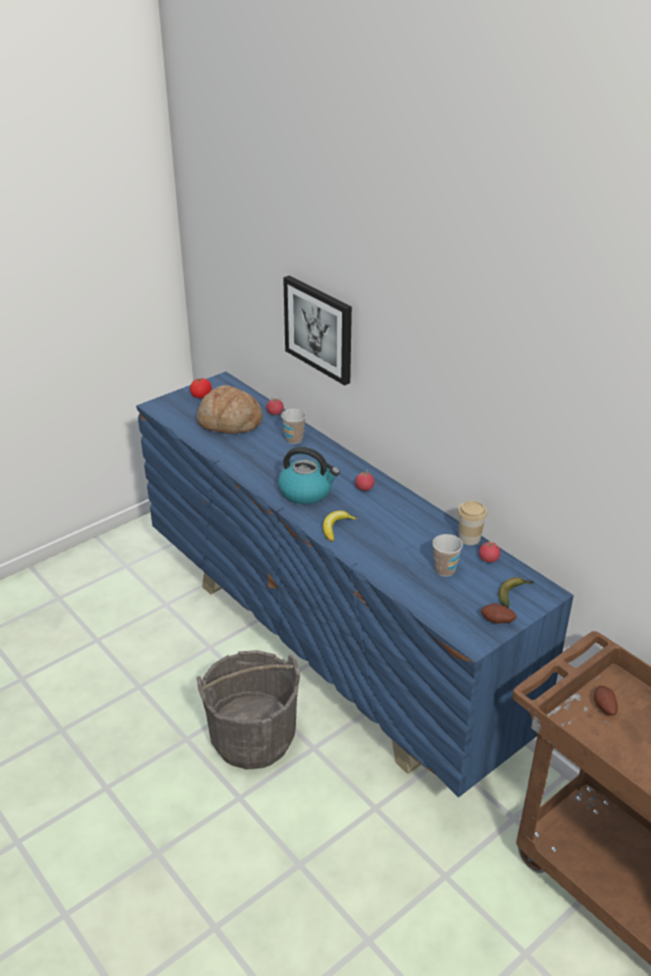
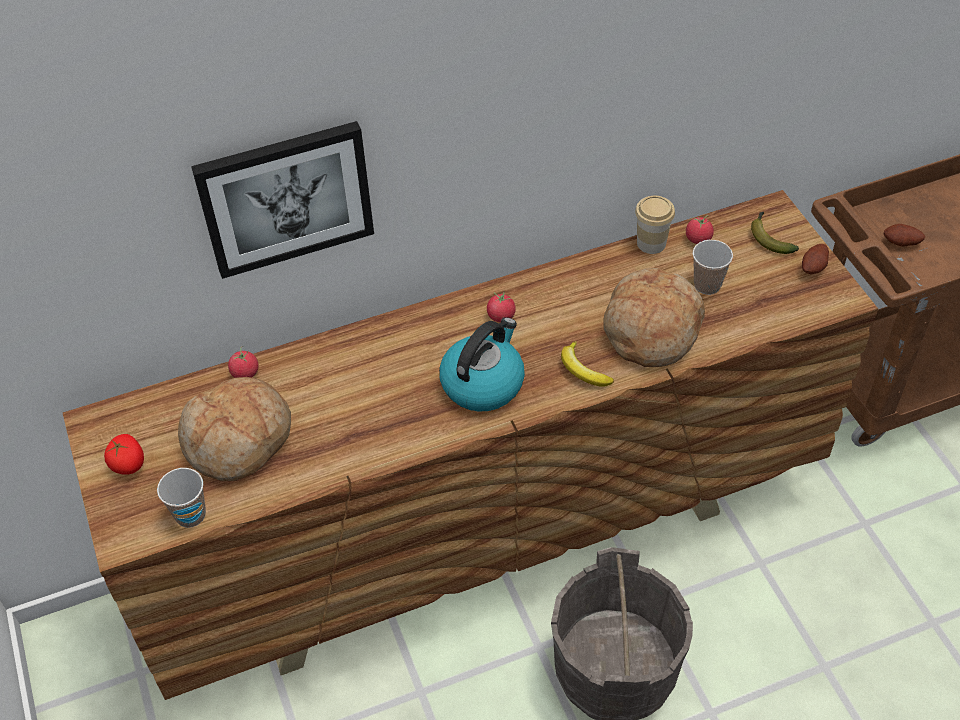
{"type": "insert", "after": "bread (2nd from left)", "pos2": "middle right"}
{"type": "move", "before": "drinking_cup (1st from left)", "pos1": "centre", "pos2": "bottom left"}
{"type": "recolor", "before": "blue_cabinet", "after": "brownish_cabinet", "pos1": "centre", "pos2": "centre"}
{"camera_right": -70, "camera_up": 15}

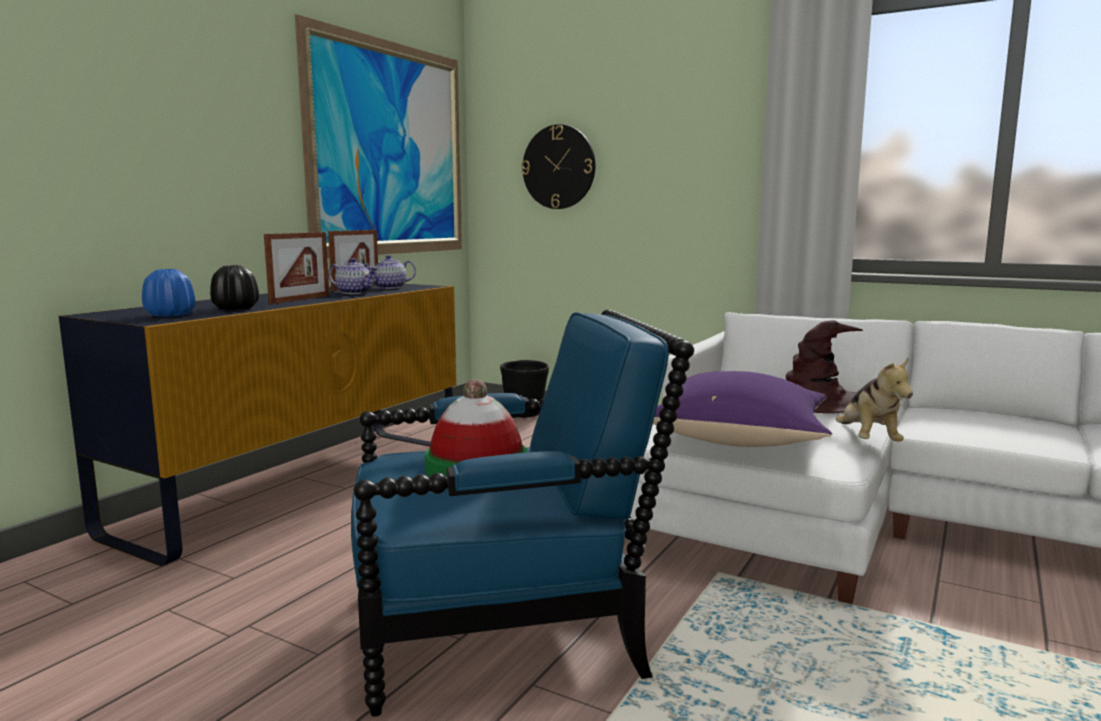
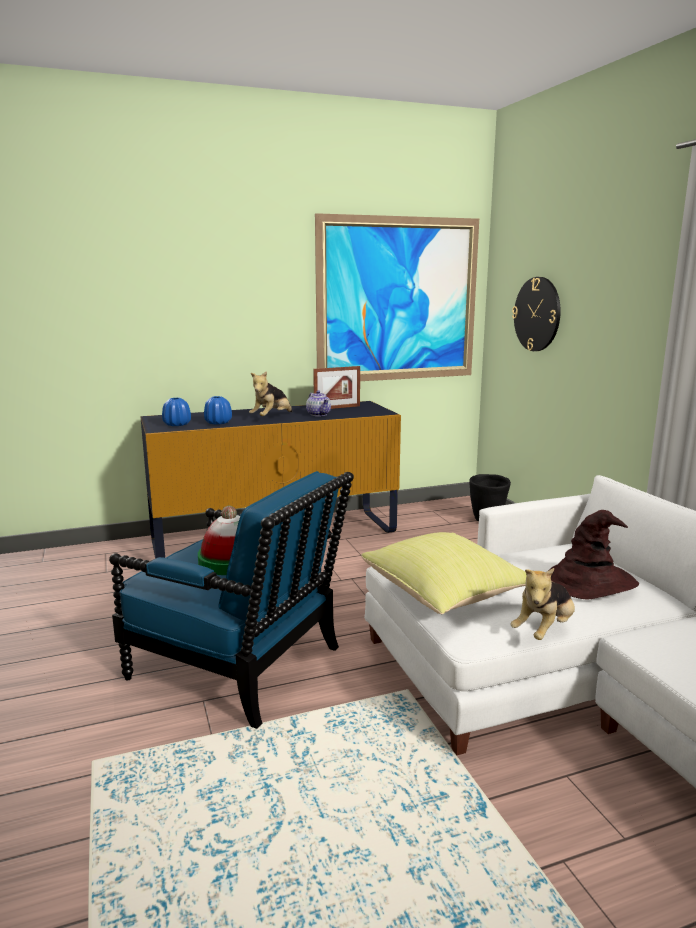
{"type": "delete", "before": "pot_for_tea (2nd from left)", "pos1": "centre"}
{"type": "replace", "before": "photo_frame (1st from left)", "after": "soft_toy (1st from left)", "pos1": "middle left", "pos2": "centre"}
{"type": "recolor", "before": "blackish_vase", "after": "blue_vase (2nd from left)", "pos1": "middle left", "pos2": "middle left"}
{"type": "recolor", "before": "purplish_cushion", "after": "yellowish_cushion", "pos1": "middle right", "pos2": "centre"}
{"camera_right": 40, "camera_up": 5}

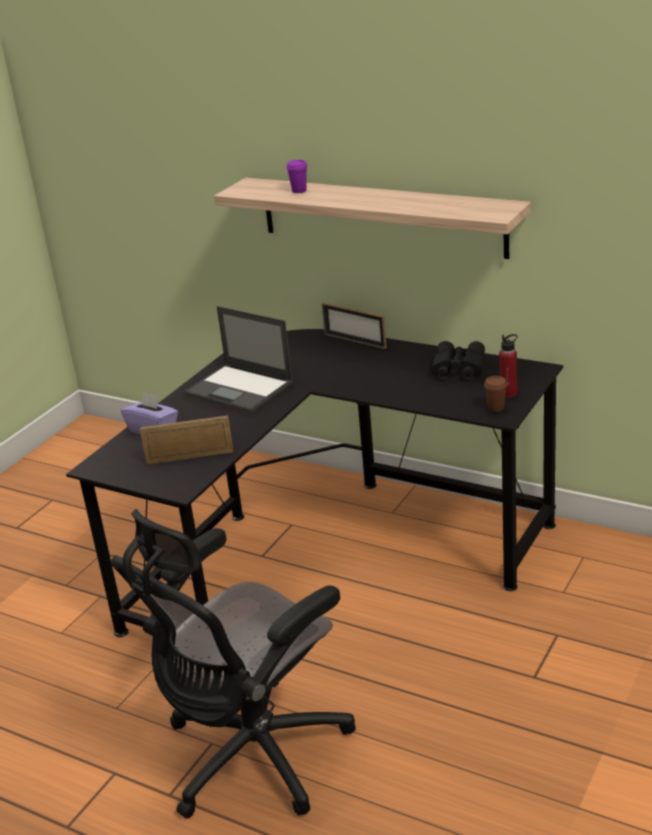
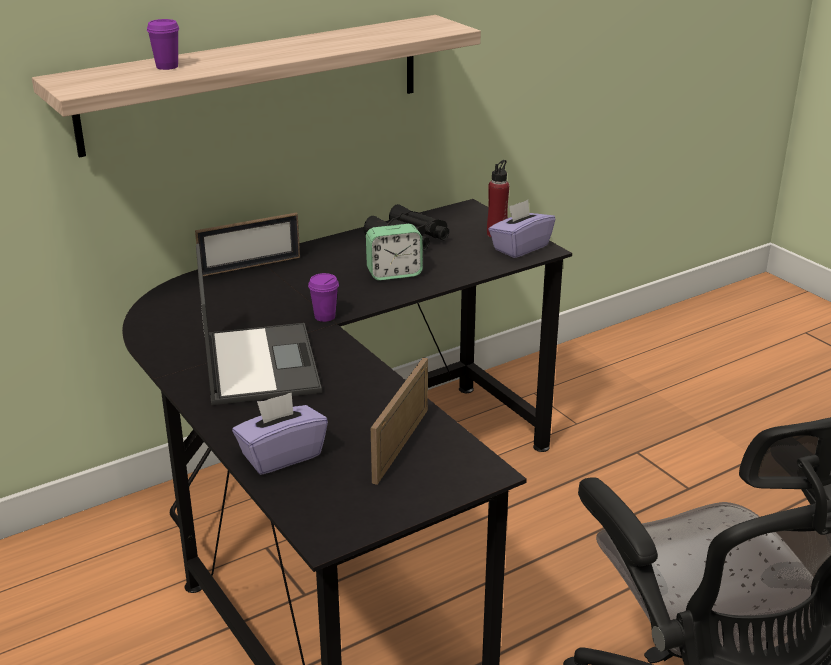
{"type": "insert", "after": "purplish_drinking_cup (2nd from left)", "pos2": "centre"}
{"type": "insert", "after": "alarm_clock", "pos2": "centre"}
{"type": "replace", "before": "brownish_drinking_cup", "after": "purplish_box_of_tissues (2nd from left)", "pos1": "middle right", "pos2": "centre"}
{"type": "rotate", "before": "laptop", "pos1": "centre", "pos2": "middle left", "turn": -75}
{"camera_right": -65, "camera_up": 0}

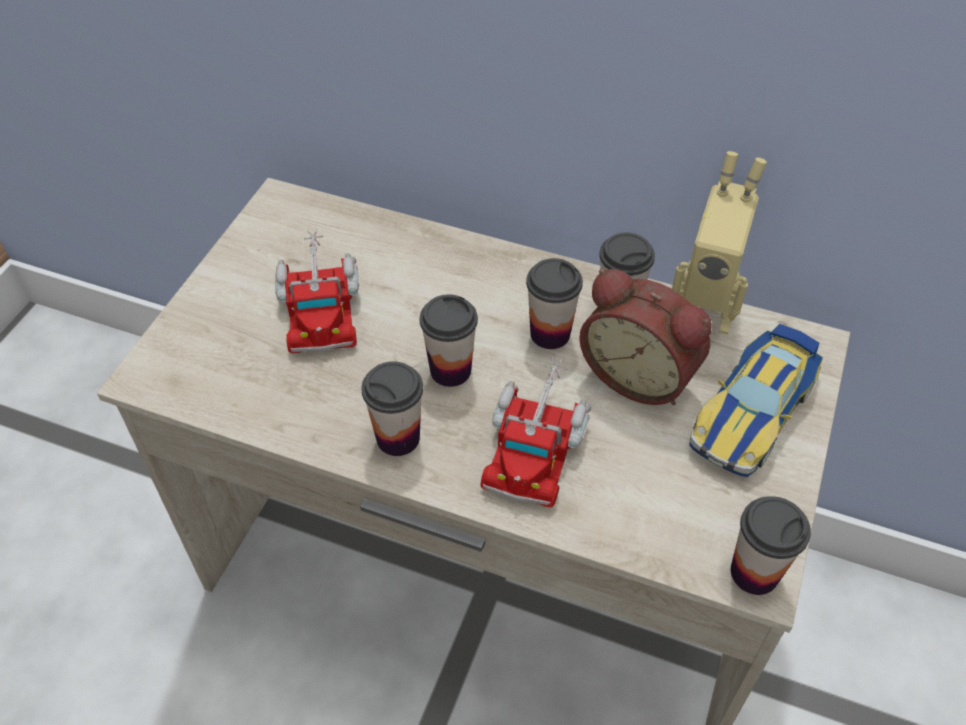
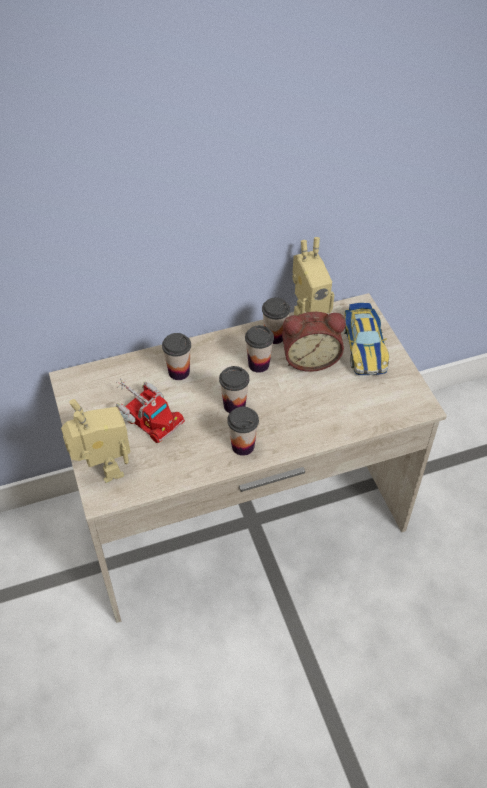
{"type": "delete", "before": "toy_truck (2nd from left)", "pos1": "centre"}
{"type": "insert", "after": "toy_robot (1st from left)", "pos2": "middle left"}
{"type": "move", "before": "drinking_cup (5th from left in the first image)", "after": "drinking_cup (1st from left)", "pos1": "bottom right", "pos2": "centre"}
{"camera_right": -40, "camera_up": 0}

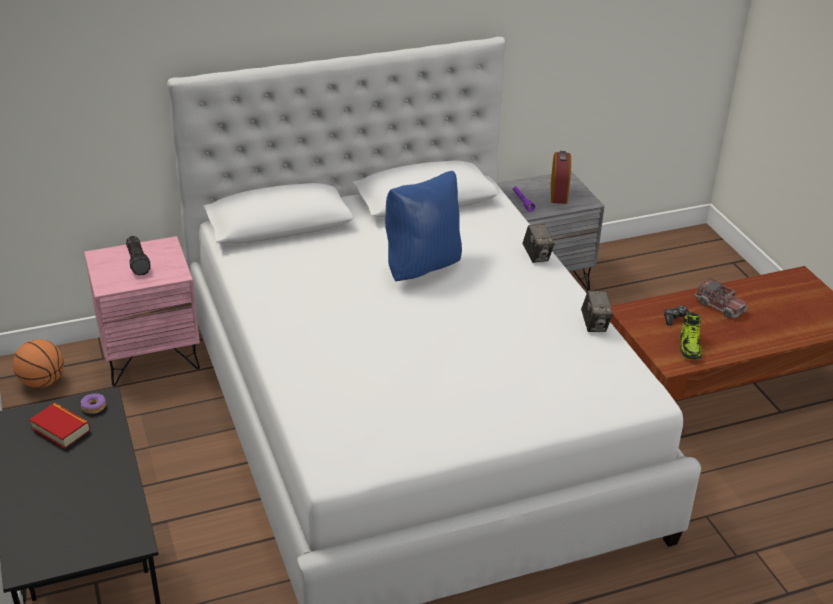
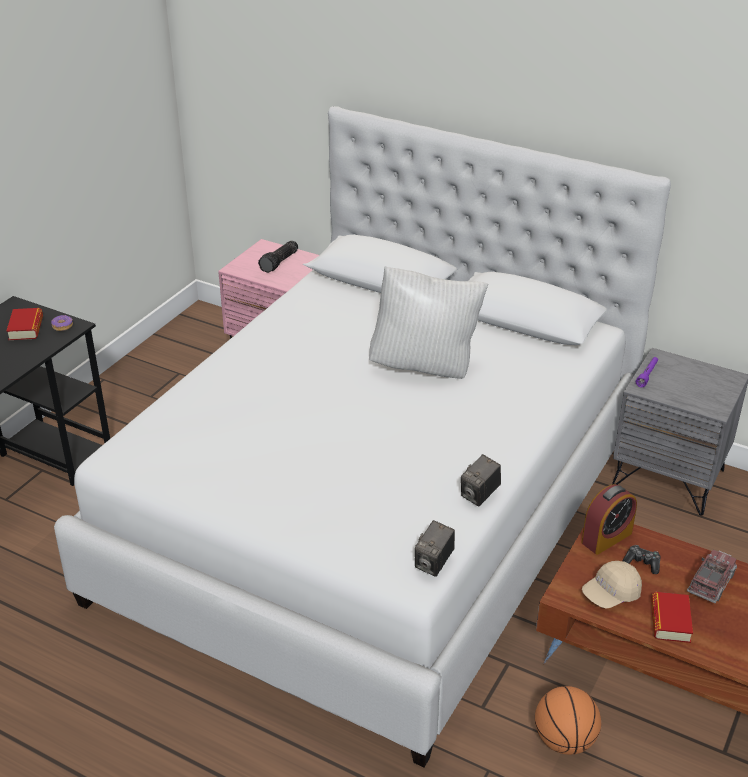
{"type": "insert", "after": "volume (2nd from left)", "pos2": "bottom right"}
{"type": "move", "before": "basketball", "pos1": "middle left", "pos2": "bottom right"}
{"type": "move", "before": "photo_camera (1st from left)", "pos1": "centre", "pos2": "bottom centre"}
{"type": "move", "before": "alarm_clock", "pos1": "top right", "pos2": "bottom right"}
{"type": "replace", "before": "shoe", "after": "sand-coloured_cap", "pos1": "middle right", "pos2": "bottom right"}
{"type": "recolor", "before": "blue_cushion", "after": "white-coloured_cushion", "pos1": "centre", "pos2": "centre"}
{"type": "rotate", "before": "toy_truck", "pos1": "middle right", "pos2": "bottom right", "turn": -150}
{"camera_right": 50, "camera_up": 0}

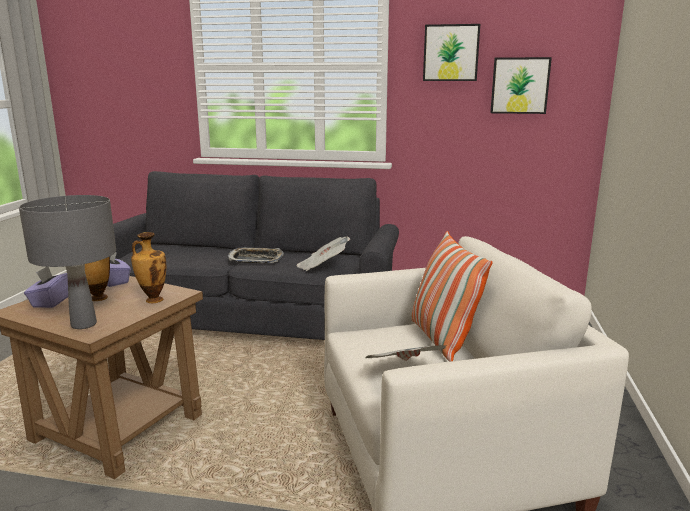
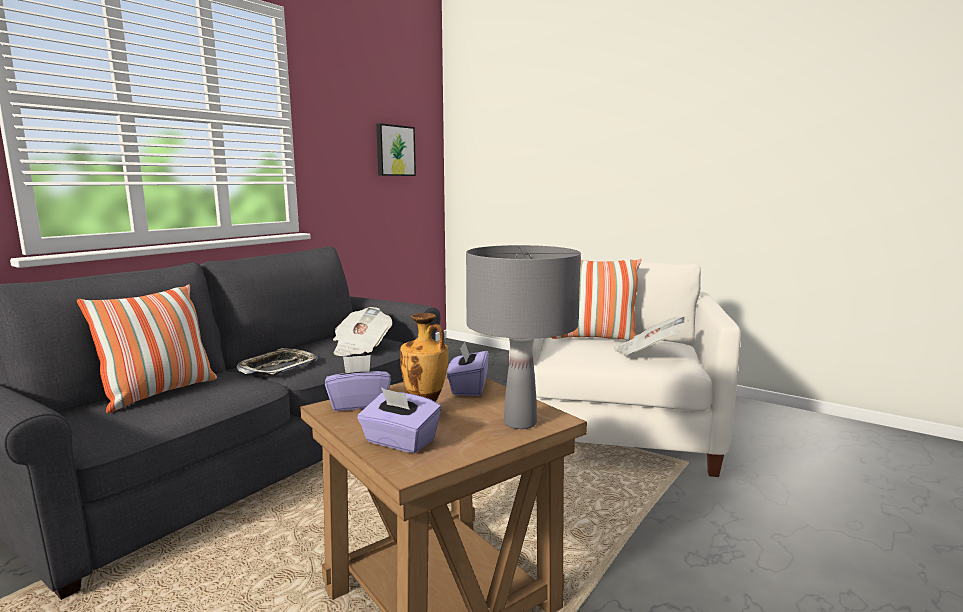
{"type": "delete", "before": "picture (1st from left)", "pos1": "top centre"}
{"type": "insert", "after": "cushion (1st from left)", "pos2": "middle left"}
{"type": "replace", "before": "vase (2nd from left)", "after": "purplish_box_of_tissues (3rd from left)", "pos1": "middle left", "pos2": "centre"}
{"camera_right": -65, "camera_up": -5}

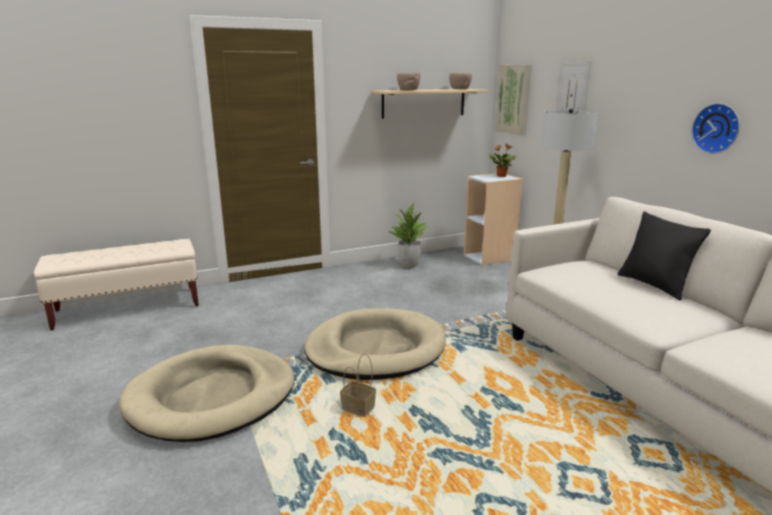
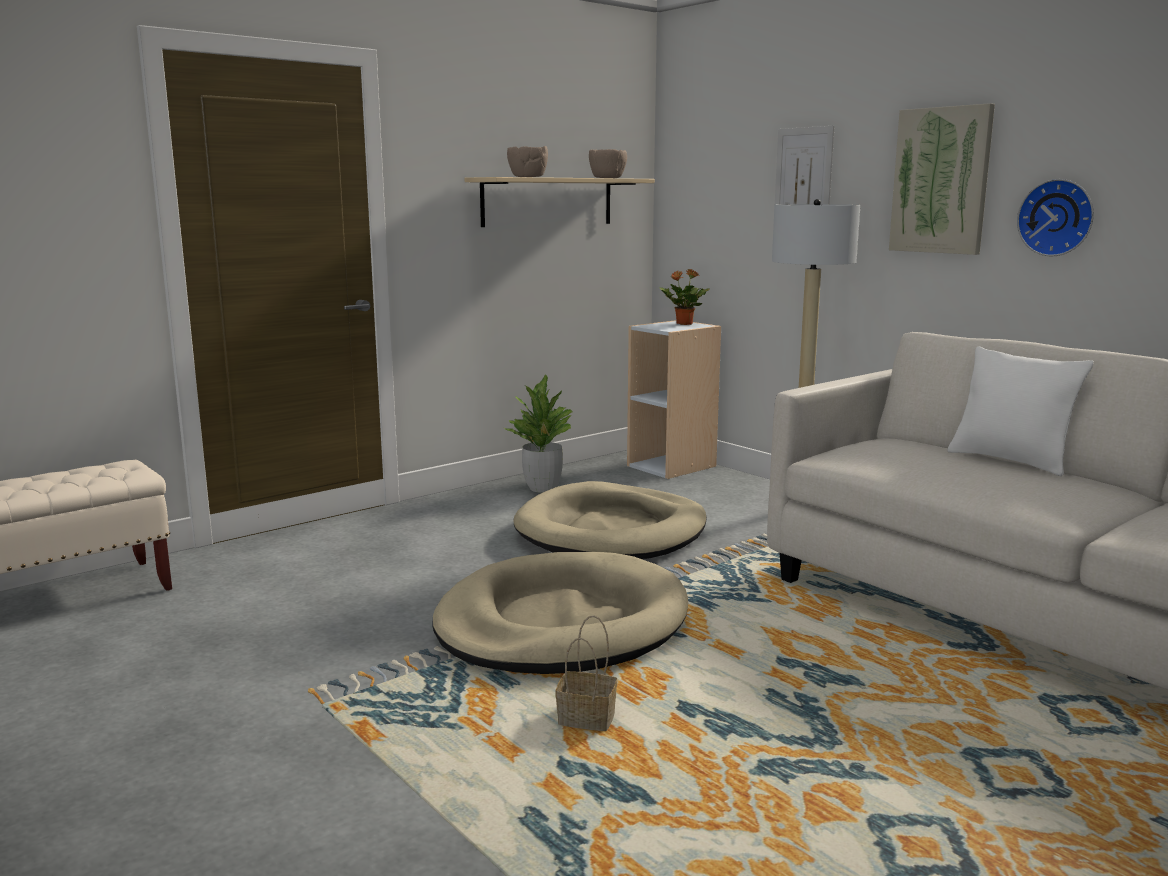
{"type": "move", "before": "sand-coloured_dog_cushion (1st from left in the first image)", "after": "sand-coloured_dog_cushion (2nd from left)", "pos1": "bottom left", "pos2": "centre"}
{"type": "move", "before": "picture (1st from left in the first image)", "after": "picture (2nd from left)", "pos1": "top centre", "pos2": "top right"}
{"type": "recolor", "before": "blackish_cushion", "after": "white-coloured_cushion", "pos1": "middle right", "pos2": "middle right"}
{"camera_right": -15, "camera_up": -5}

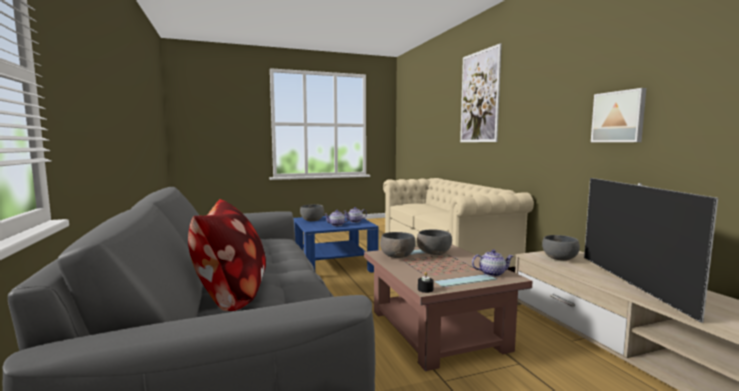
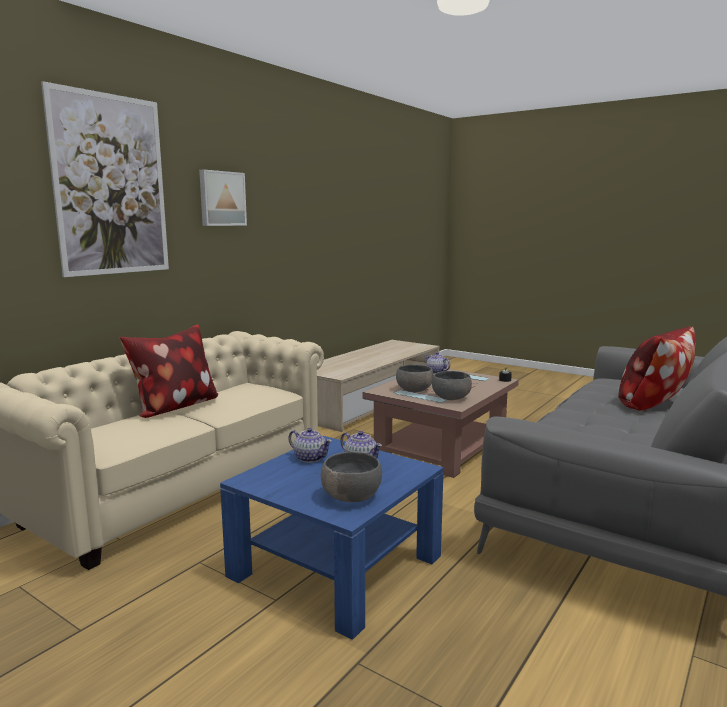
{"type": "delete", "before": "gray_deep_dish (4th from left)", "pos1": "middle right"}
{"type": "delete", "before": "television", "pos1": "middle right"}
{"type": "insert", "after": "cushion (1st from left)", "pos2": "middle left"}
{"type": "move", "before": "picture (2nd from left)", "pos1": "top right", "pos2": "top left"}
{"camera_right": -125, "camera_up": 5}

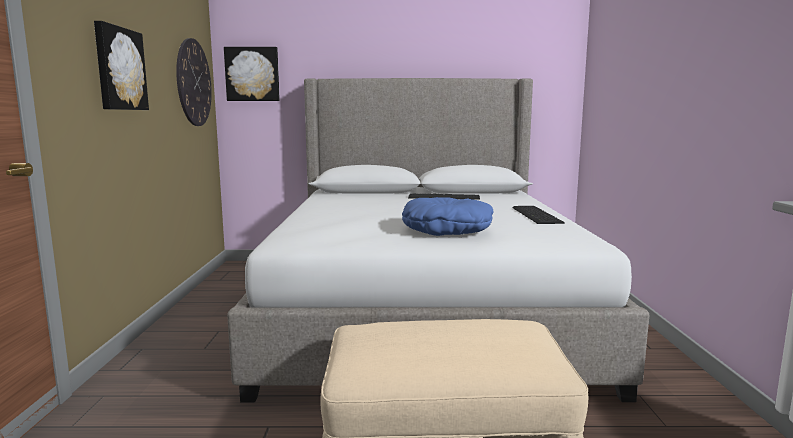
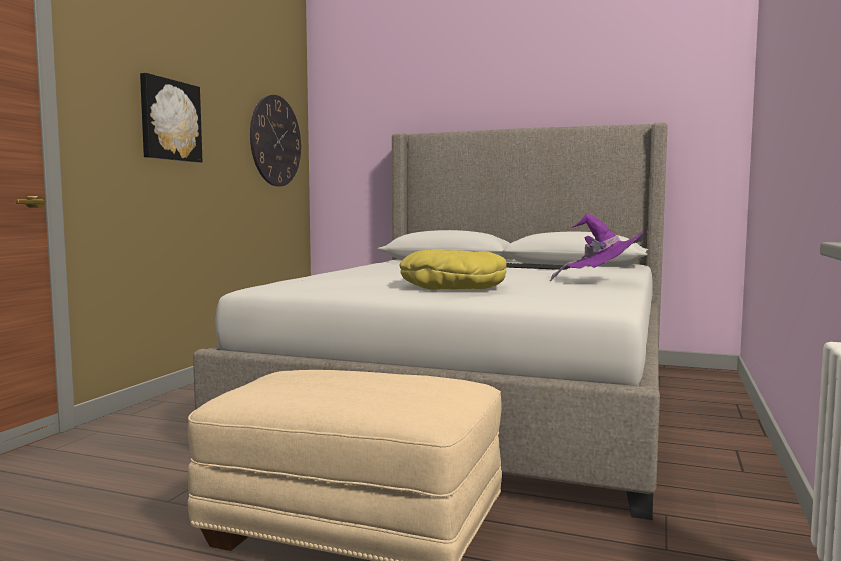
{"type": "delete", "before": "picture (2nd from left)", "pos1": "top left"}
{"type": "replace", "before": "computer_keyboard (2nd from left)", "after": "purplish_wearable_hat", "pos1": "middle right", "pos2": "middle right"}
{"type": "recolor", "before": "blue_cushion", "after": "yellowish_cushion", "pos1": "centre", "pos2": "centre"}
{"camera_right": 20, "camera_up": -5}

